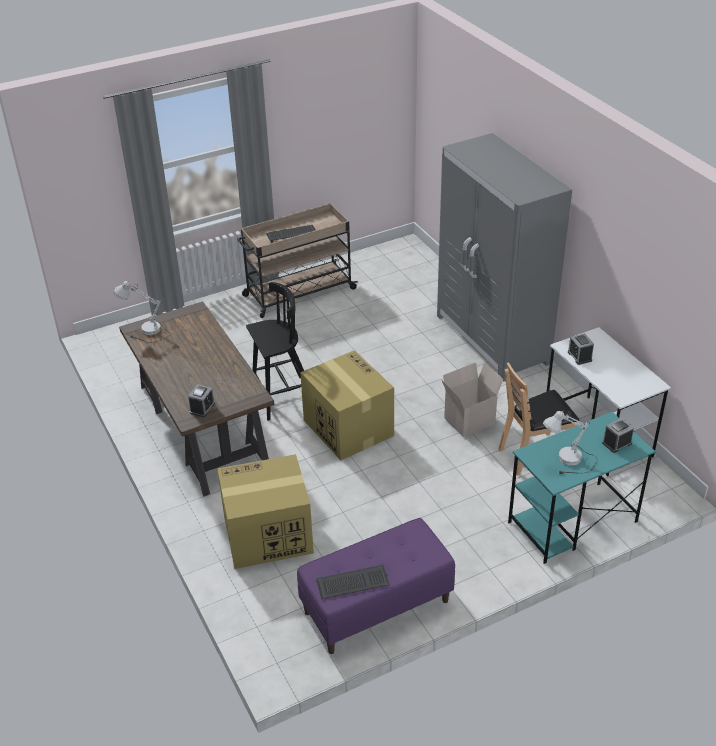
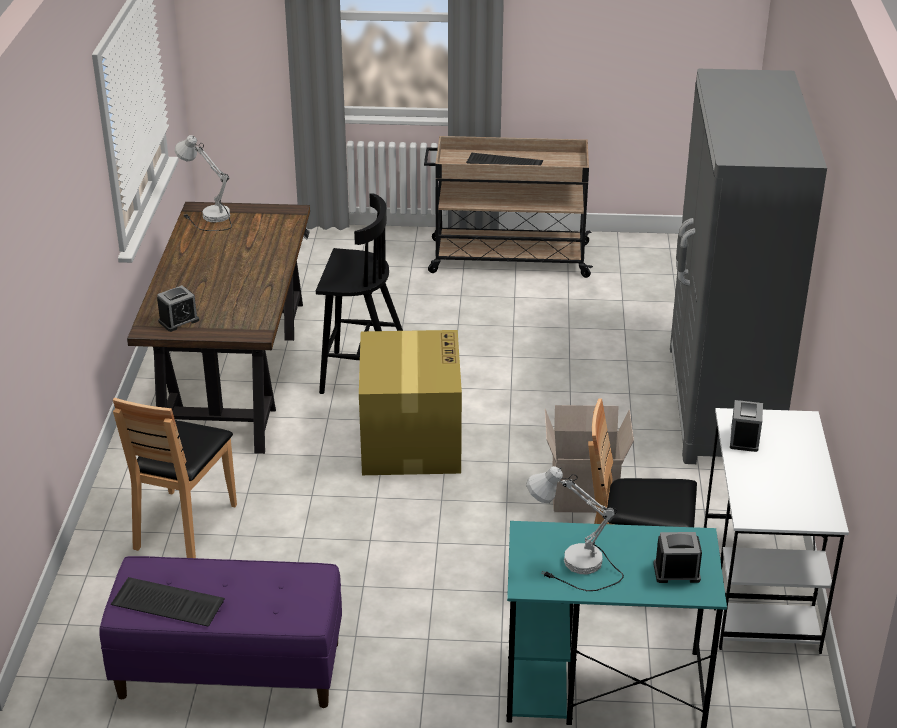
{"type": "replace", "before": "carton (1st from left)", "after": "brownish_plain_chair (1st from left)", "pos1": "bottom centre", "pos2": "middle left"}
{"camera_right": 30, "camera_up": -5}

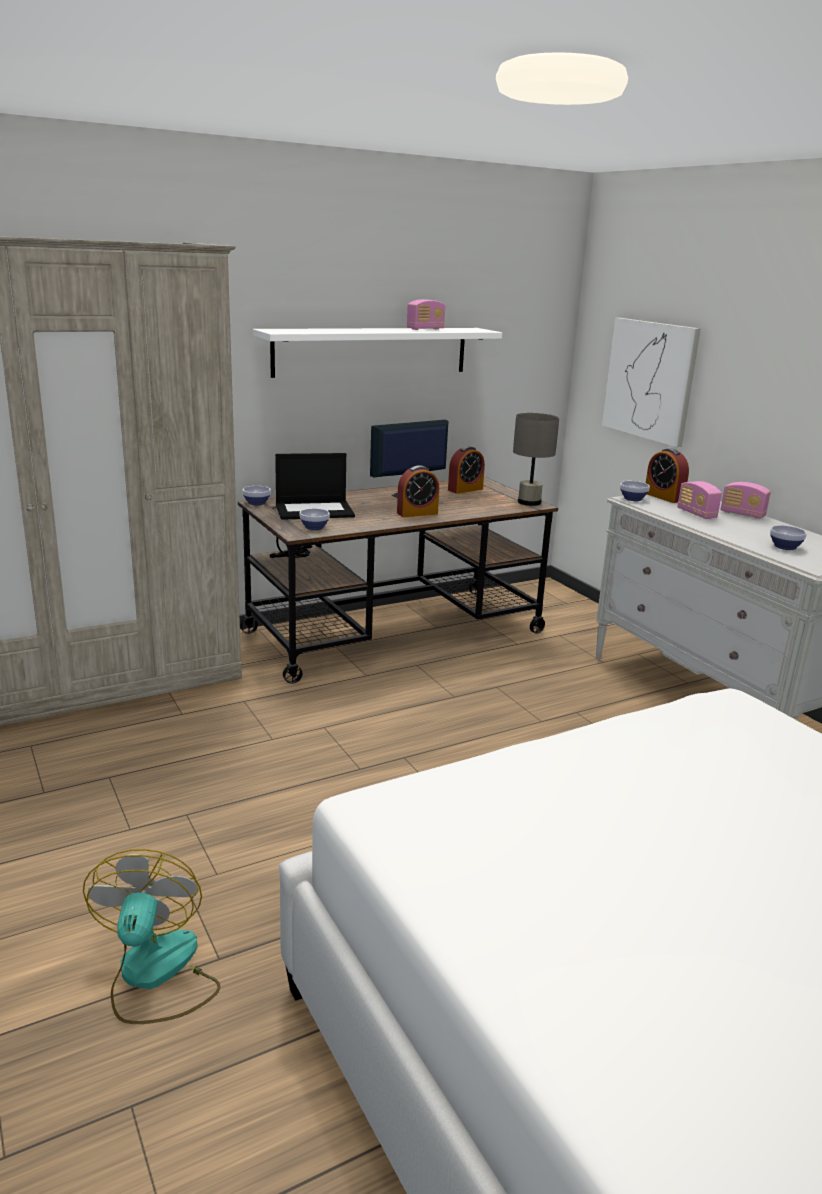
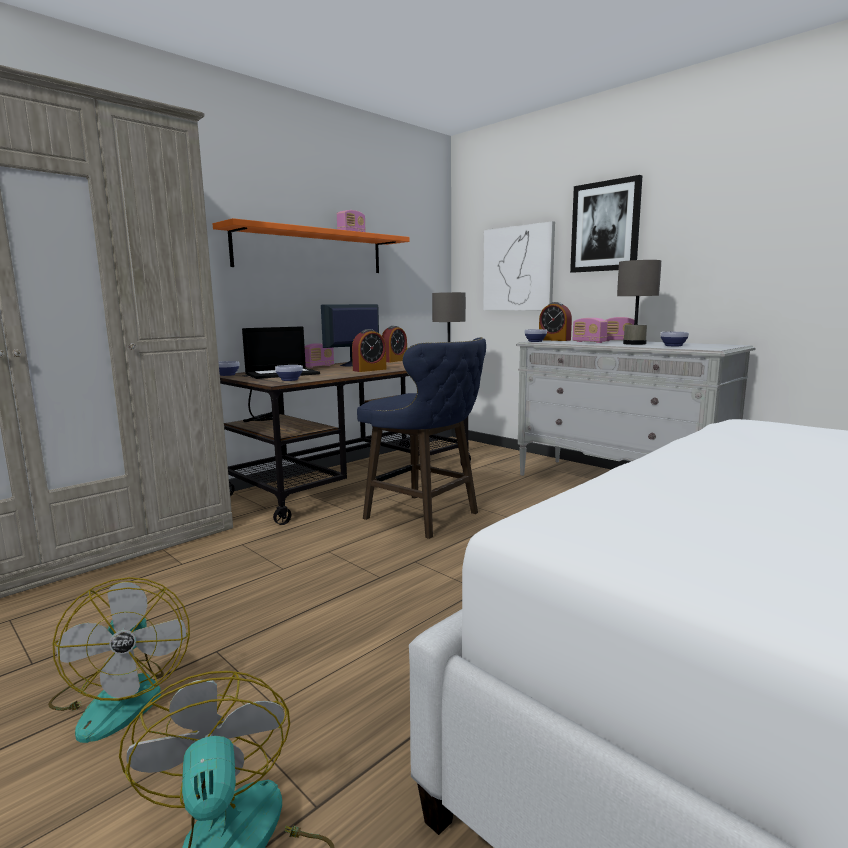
{"type": "insert", "after": "electric_fan (1st from left)", "pos2": "bottom left"}
{"type": "insert", "after": "radio_set (1st from left)", "pos2": "centre"}
{"type": "insert", "after": "blue_sitting_stool", "pos2": "centre"}
{"type": "insert", "after": "picture (2nd from left)", "pos2": "top right"}
{"type": "insert", "after": "gray_tabletop_lamp (2nd from left)", "pos2": "middle right"}
{"type": "recolor", "before": "white-coloured_wall_shelf", "after": "orange_wall_shelf", "pos1": "top centre", "pos2": "top centre"}
{"camera_right": -15, "camera_up": -10}

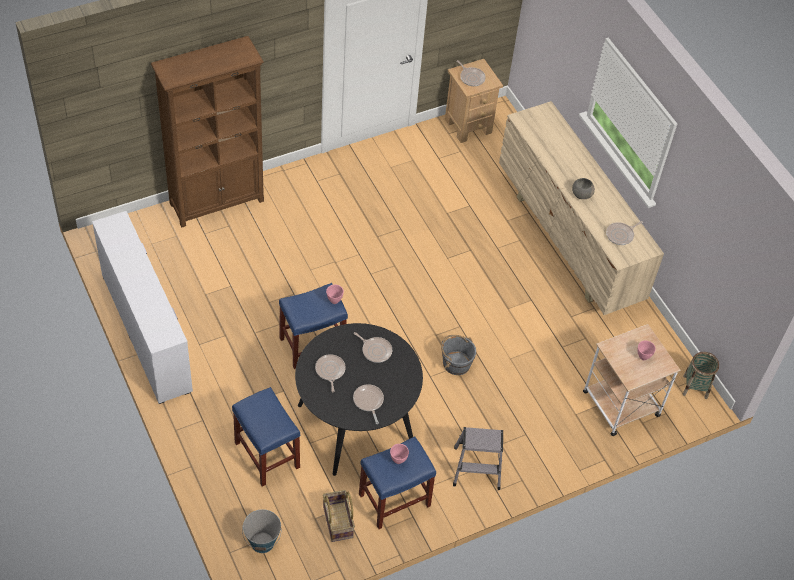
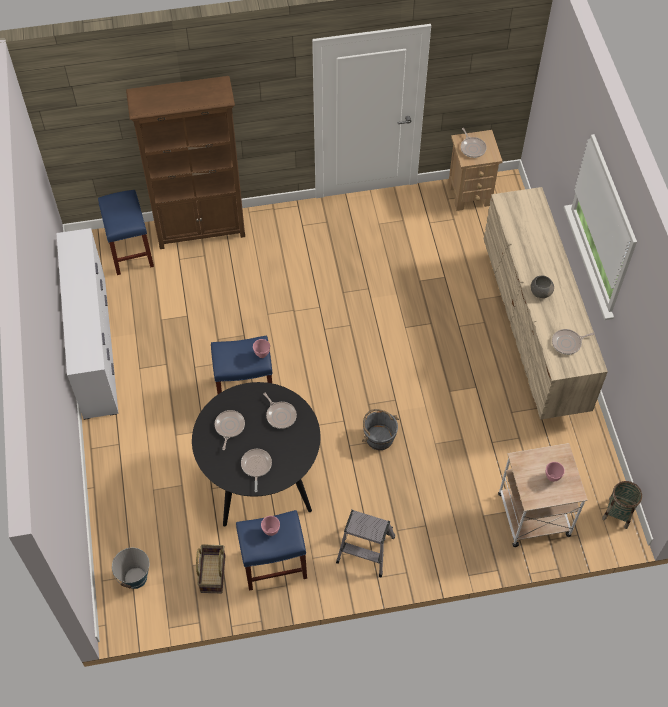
{"type": "move", "before": "blue_sitting_stool (1st from left)", "pos1": "bottom centre", "pos2": "top left"}
{"camera_right": 20, "camera_up": 5}

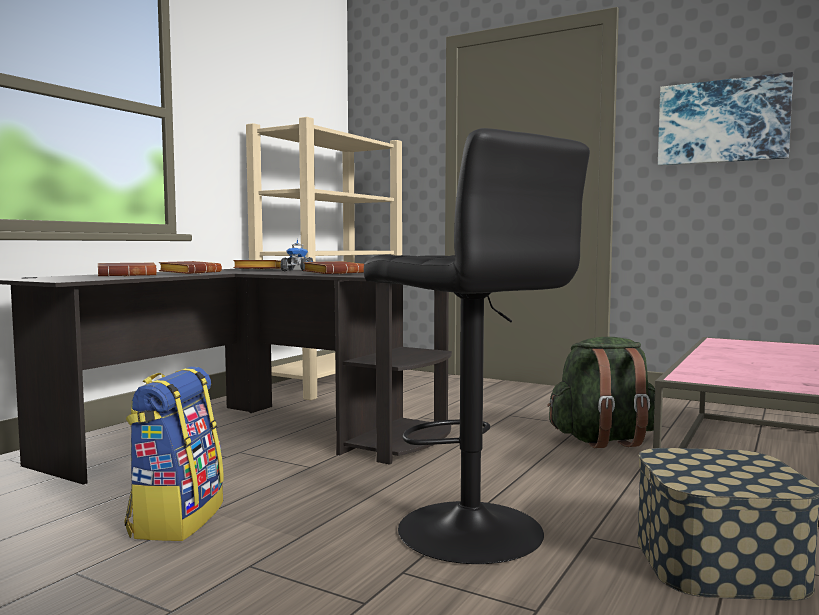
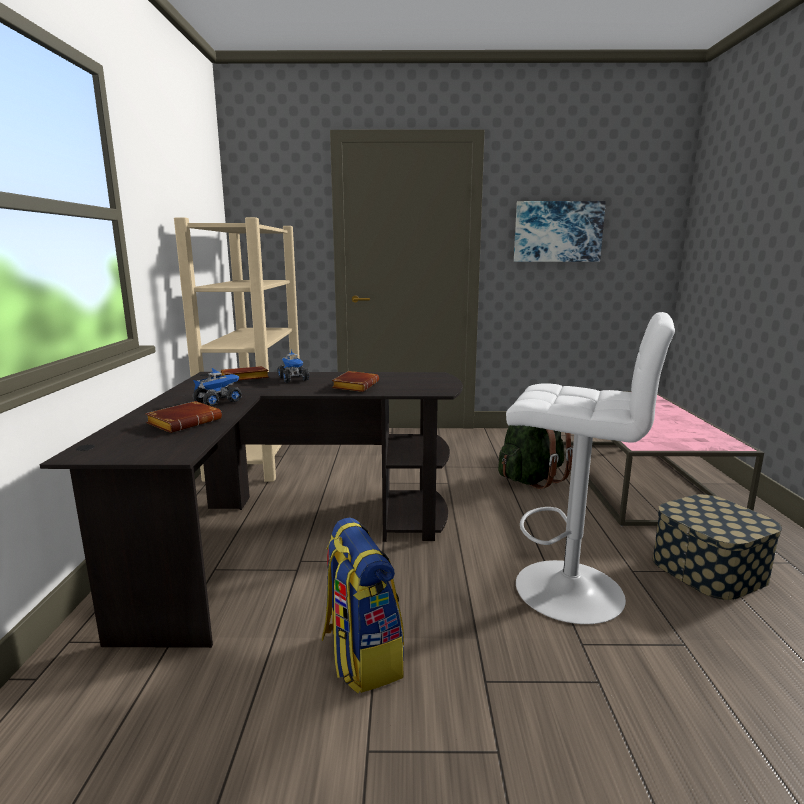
{"type": "replace", "before": "brownish_volume (2nd from left)", "after": "toy_truck (1st from left)", "pos1": "middle left", "pos2": "middle left"}
{"type": "recolor", "before": "blackish_sitting_stool", "after": "white-coloured_sitting_stool", "pos1": "centre", "pos2": "middle right"}
{"camera_right": -30, "camera_up": 10}

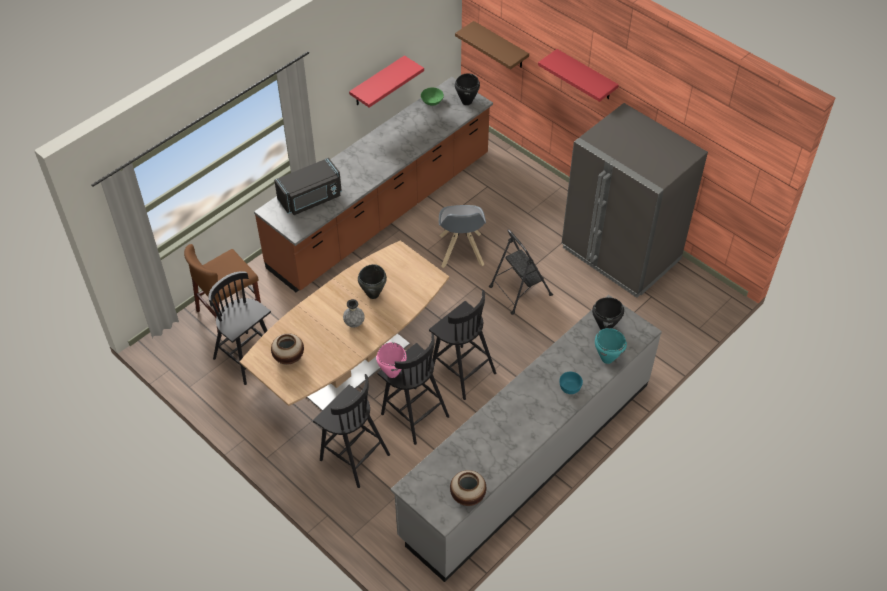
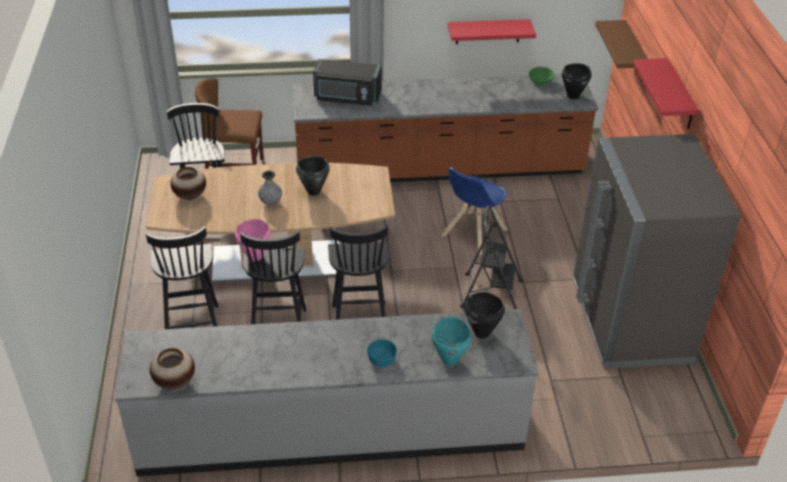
{"type": "recolor", "before": "gray_plain_chair", "after": "blue_plain_chair", "pos1": "centre", "pos2": "centre"}
{"camera_right": 40, "camera_up": -10}

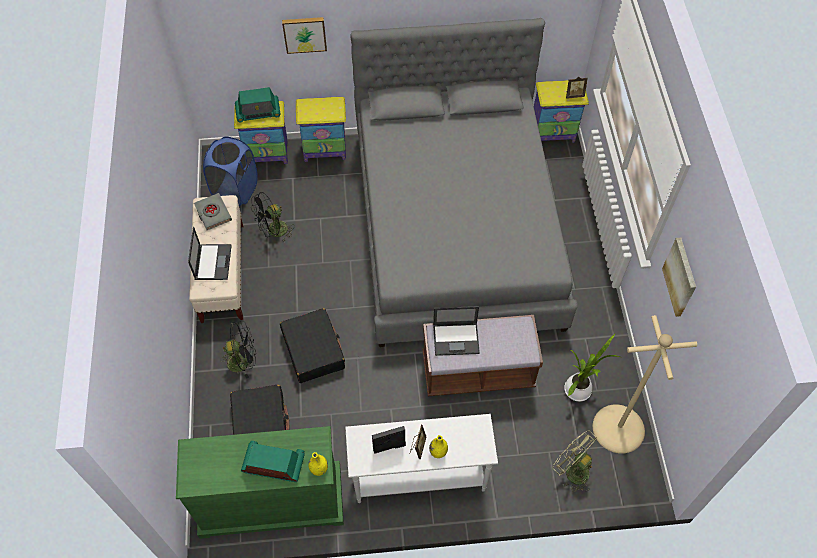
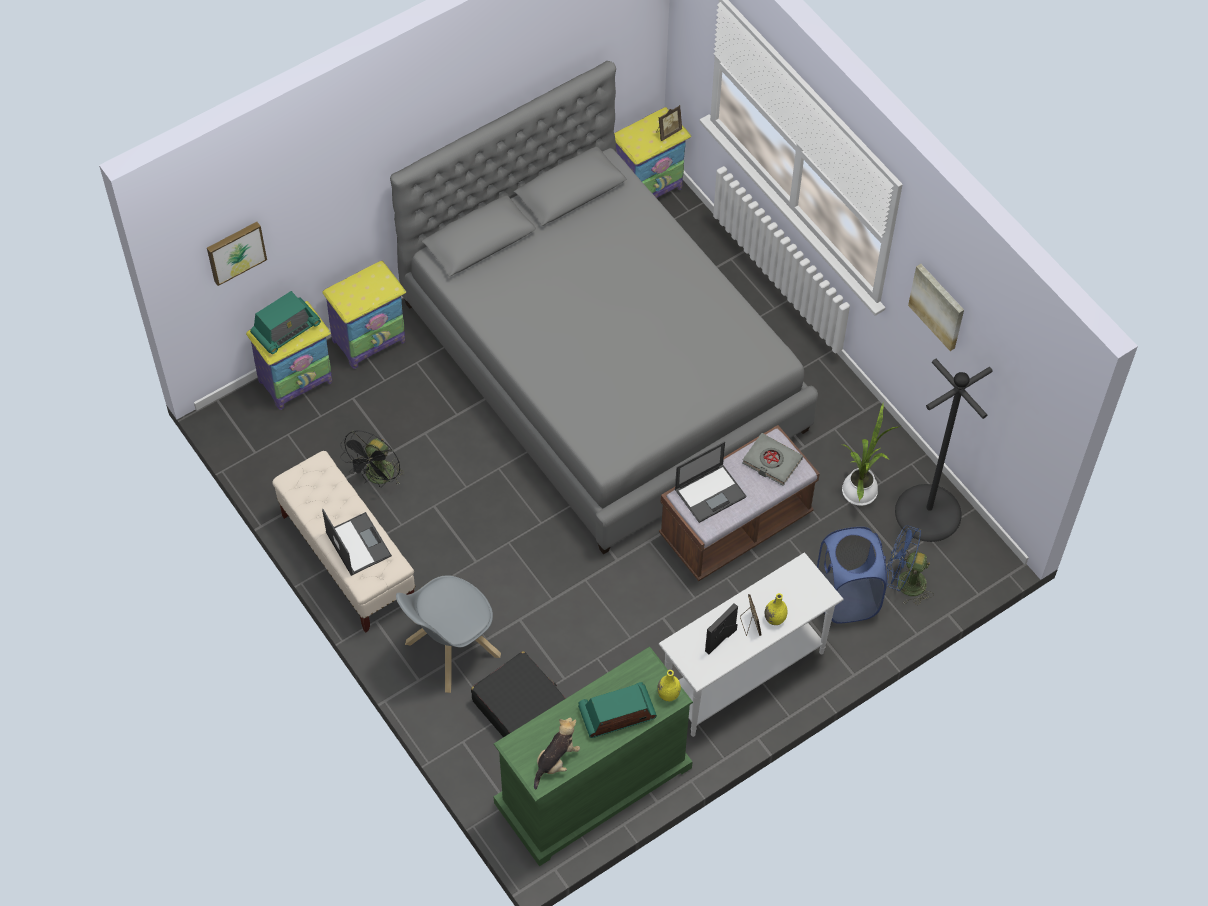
{"type": "delete", "before": "blackish_suitcase (2nd from left)", "pos1": "centre"}
{"type": "insert", "after": "soft_toy", "pos2": "bottom centre"}
{"type": "move", "before": "gray_volume", "pos1": "middle left", "pos2": "centre"}
{"type": "move", "before": "blue_washing_basket", "pos1": "top left", "pos2": "middle right"}
{"type": "move", "before": "picture (1st from left)", "pos1": "top centre", "pos2": "top left"}
{"type": "replace", "before": "blackish_electric_fan (1st from left)", "after": "gray_plain_chair", "pos1": "middle left", "pos2": "bottom centre"}
{"type": "recolor", "before": "green_electric_fan", "after": "blue_electric_fan", "pos1": "bottom right", "pos2": "middle right"}
{"type": "recolor", "before": "sand-coloured_garment_rack", "after": "blackish_garment_rack", "pos1": "bottom right", "pos2": "middle right"}
{"camera_right": -30, "camera_up": 0}

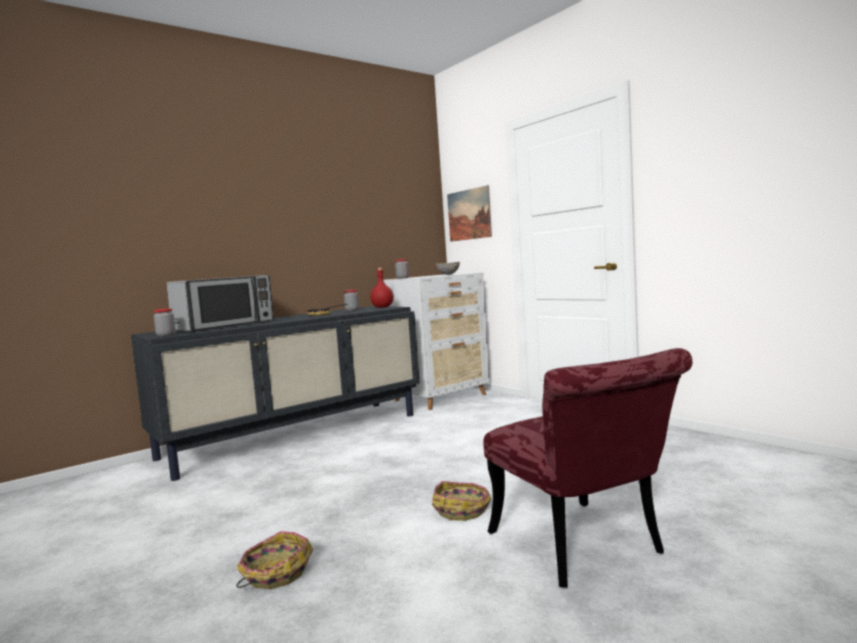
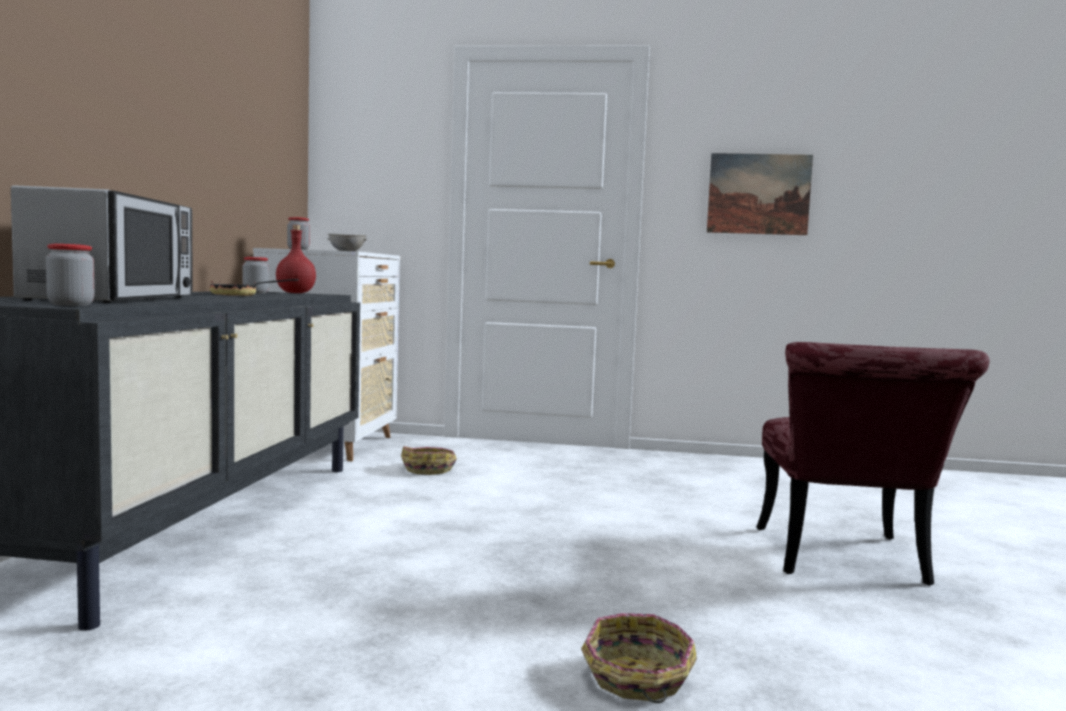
{"type": "move", "before": "household_basket (2nd from left in the first image)", "after": "household_basket (1st from left)", "pos1": "bottom centre", "pos2": "centre"}
{"type": "move", "before": "picture", "pos1": "top centre", "pos2": "top right"}
{"type": "rotate", "before": "red_plain_chair", "pos1": "bottom right", "pos2": "middle right", "turn": 75}
{"camera_right": -45, "camera_up": 0}

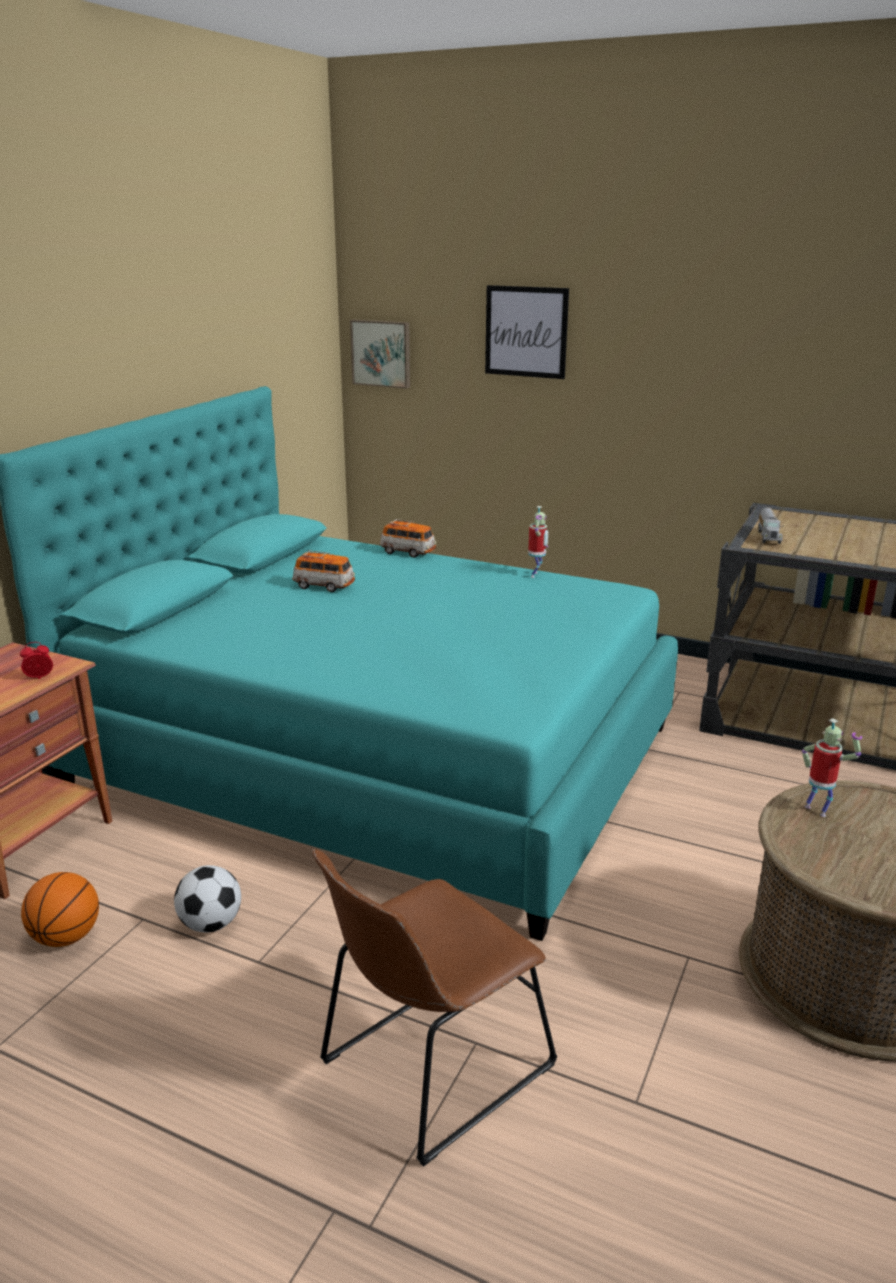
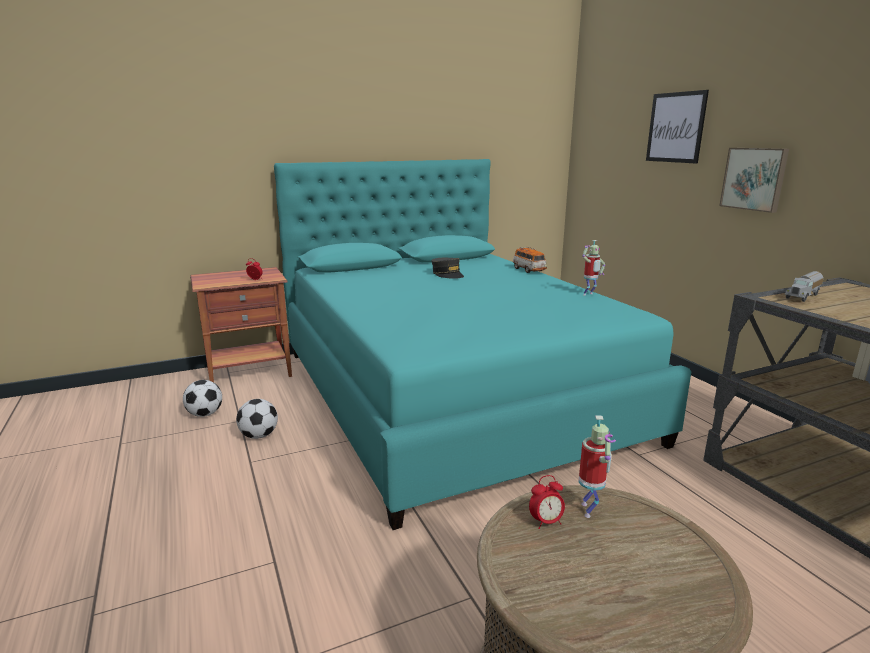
{"type": "delete", "before": "brownish_plain_chair", "pos1": "bottom centre"}
{"type": "insert", "after": "alarm_clock (2nd from left)", "pos2": "bottom centre"}
{"type": "move", "before": "picture (1st from left in the first image)", "after": "picture (2nd from left)", "pos1": "top centre", "pos2": "top right"}
{"type": "replace", "before": "basketball", "after": "ball_for_football (1st from left)", "pos1": "bottom left", "pos2": "middle left"}
{"type": "replace", "before": "miniature_car (1st from left)", "after": "gray_cap", "pos1": "centre", "pos2": "centre"}
{"camera_right": 40, "camera_up": -5}

